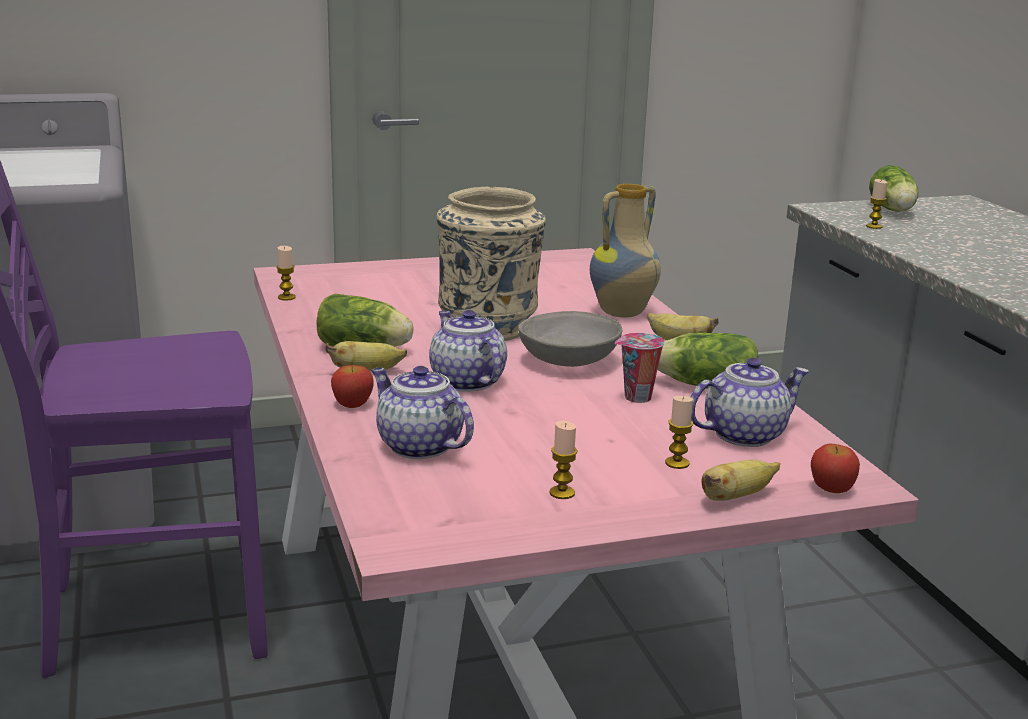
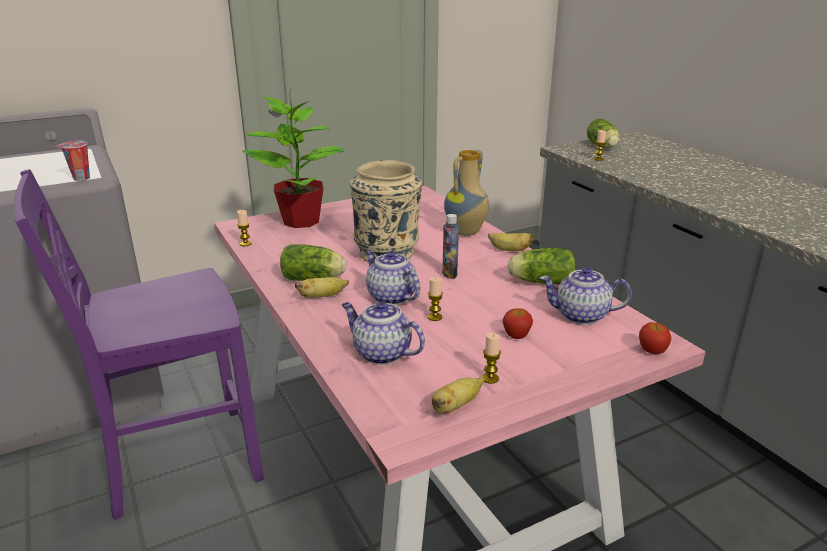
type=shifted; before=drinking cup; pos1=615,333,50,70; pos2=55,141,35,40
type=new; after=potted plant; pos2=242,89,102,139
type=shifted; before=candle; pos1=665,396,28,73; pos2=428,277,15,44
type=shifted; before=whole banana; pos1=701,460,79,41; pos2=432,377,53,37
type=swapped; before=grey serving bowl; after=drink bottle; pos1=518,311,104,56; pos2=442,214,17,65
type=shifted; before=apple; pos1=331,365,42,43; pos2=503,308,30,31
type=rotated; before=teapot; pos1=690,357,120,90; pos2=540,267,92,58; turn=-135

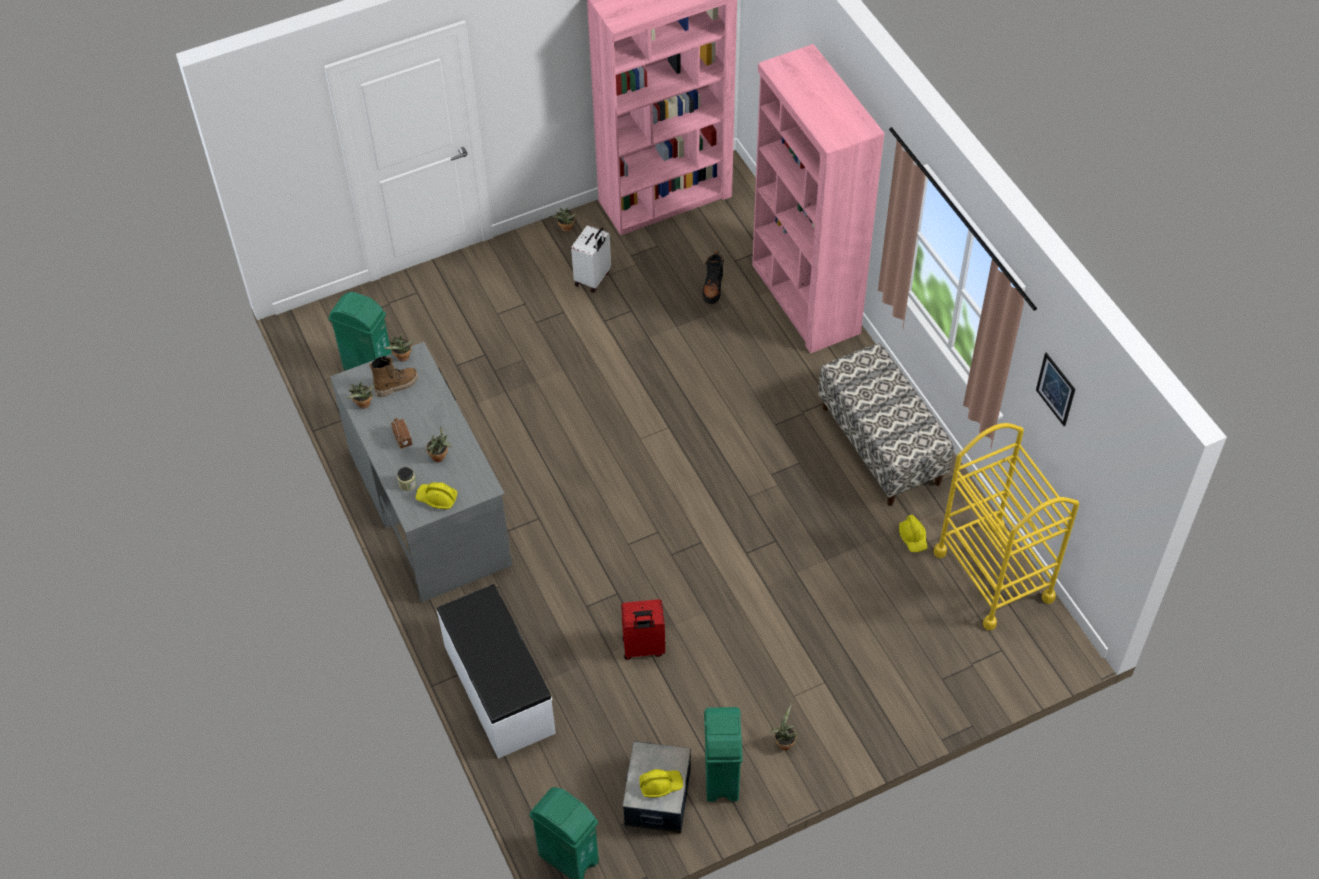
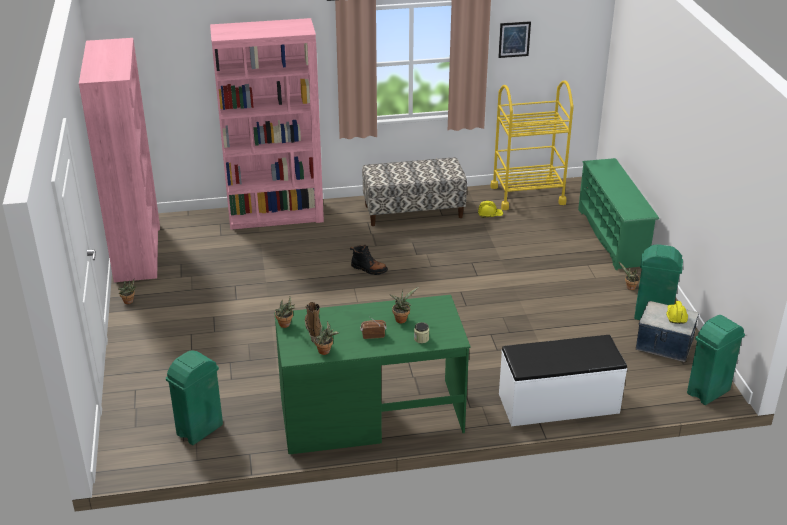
type=repainted; before=grey desk; after=green desk; pos1=330,342,182,261; pos2=274,295,197,159
type=shifted; before=blackish tall boot; pos1=702,251,22,53; pos2=350,245,38,30
type=new; after=green shoe rack; pos2=578,158,81,112
type=gone; before=yellow-coloured work helmet; pos1=415,482,43,28
type=gone; before=white travel case; pos1=571,225,40,68
type=gone; before=red travel case; pos1=621,599,44,61

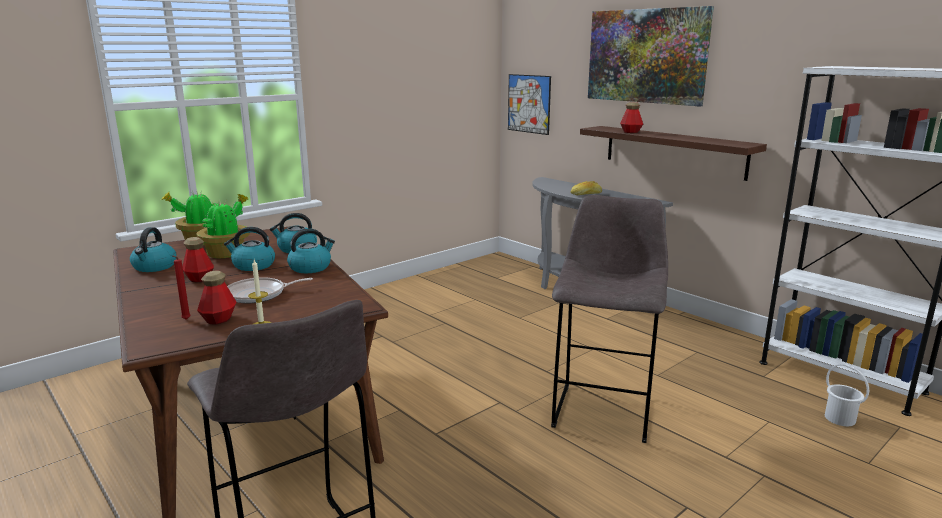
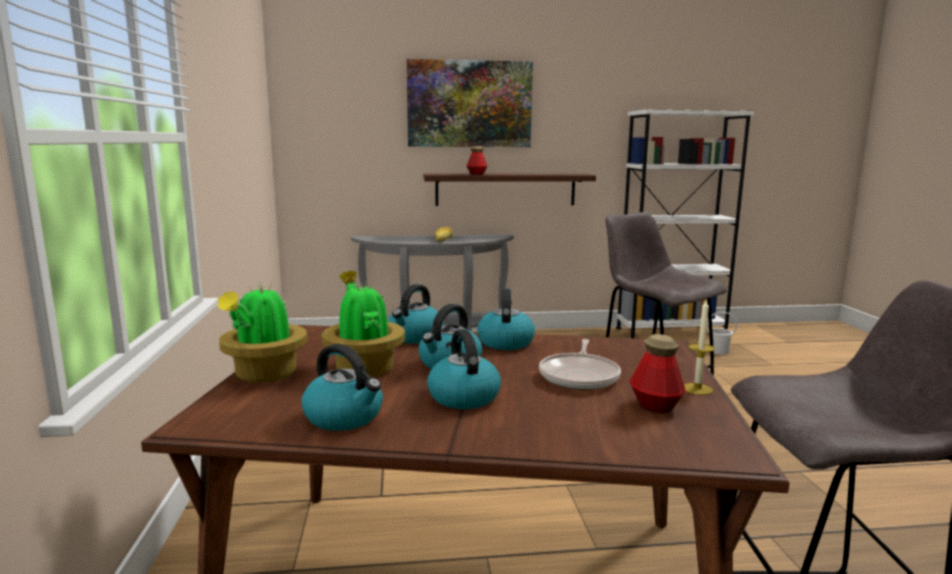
type=swapped; before=drink bottle; after=water kettle; pos1=182,237,32,45; pos2=427,329,74,80
type=gone; before=red candle; pos1=173,256,18,64
type=gone; before=wall picture; pos1=508,74,43,61

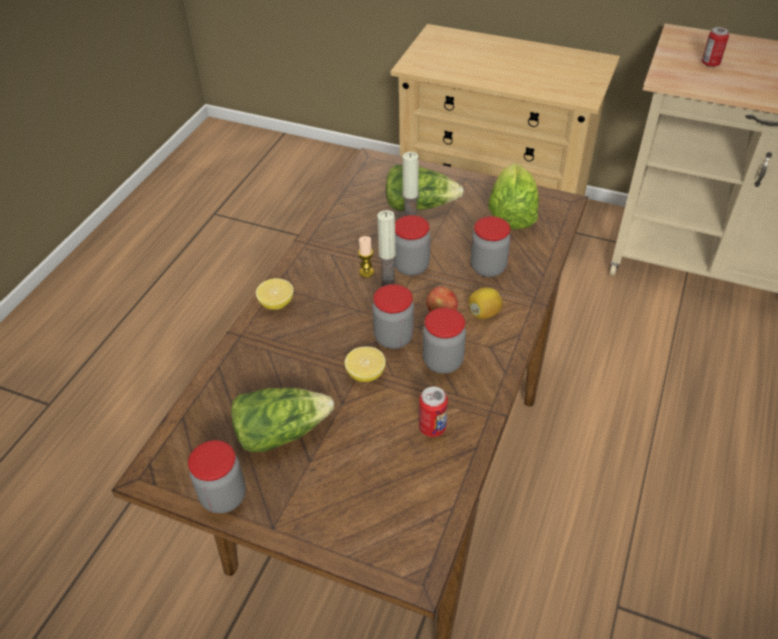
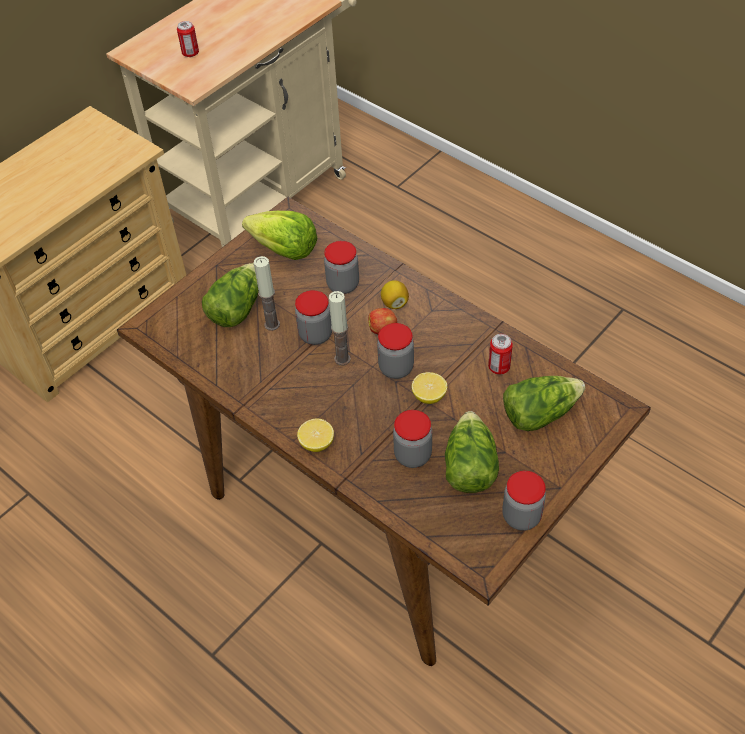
type=shifted; before=preserve jar; pos1=423,308,43,66; pos2=393,410,39,58
type=new; after=lettuce; pos2=503,376,82,55
type=gone; before=candle; pos1=358,236,16,42

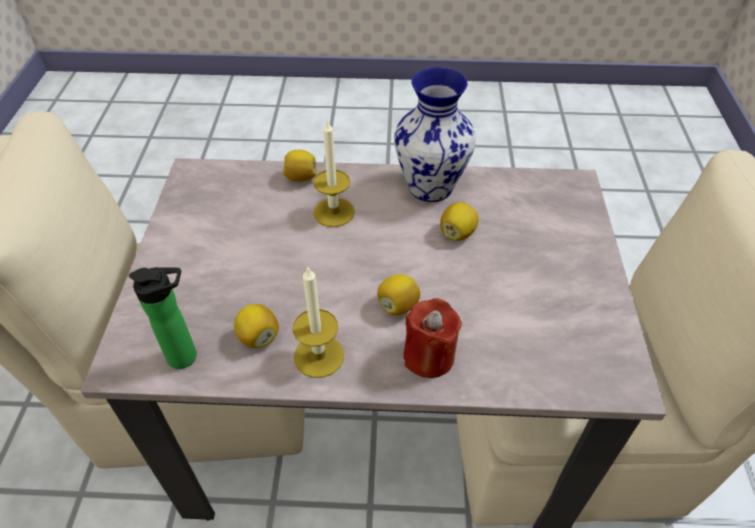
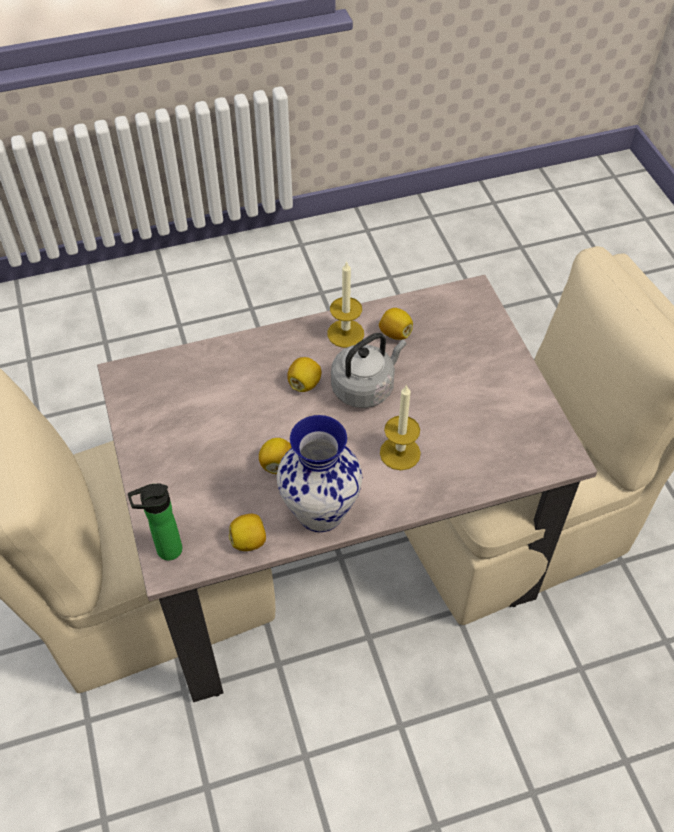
type=shifted; before=drink bottle; pos1=129,267,68,102; pos2=128,483,54,78
type=shifted; before=whole lemon; pos1=283,150,34,32; pos2=229,514,37,37
type=new; after=grey water kettle; pos2=331,333,75,75
type=gone; before=red candle; pos1=404,298,58,80

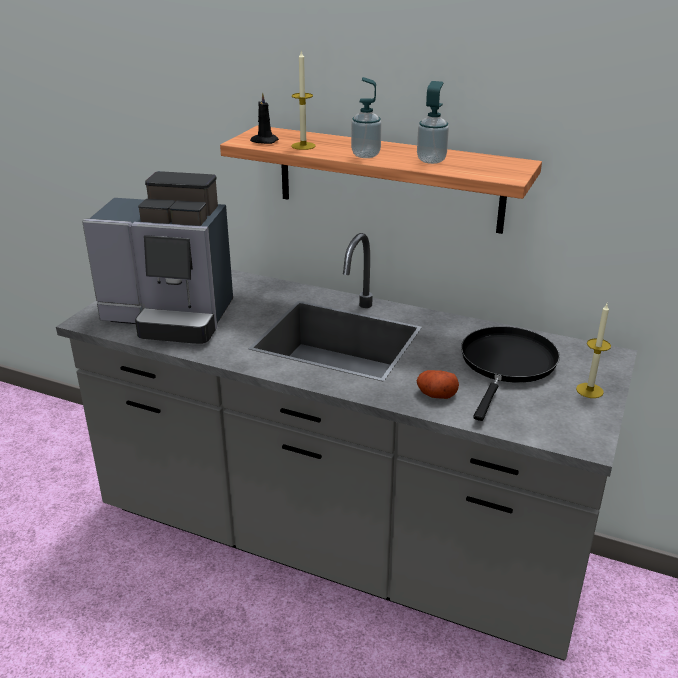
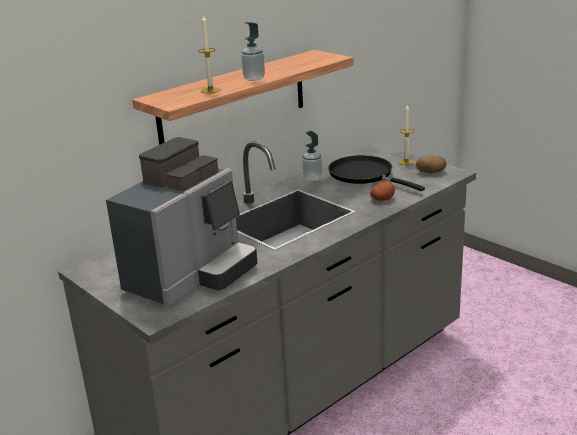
type=shifted; before=soap bottle; pos1=417,81,32,83; pos2=302,131,20,50
type=new; after=whole potato; pos2=416,155,31,18
type=gone; before=blackish candle; pos1=250,92,29,52

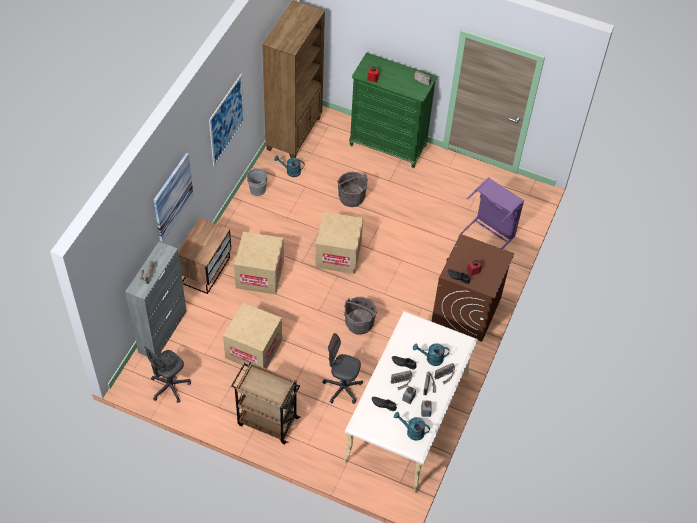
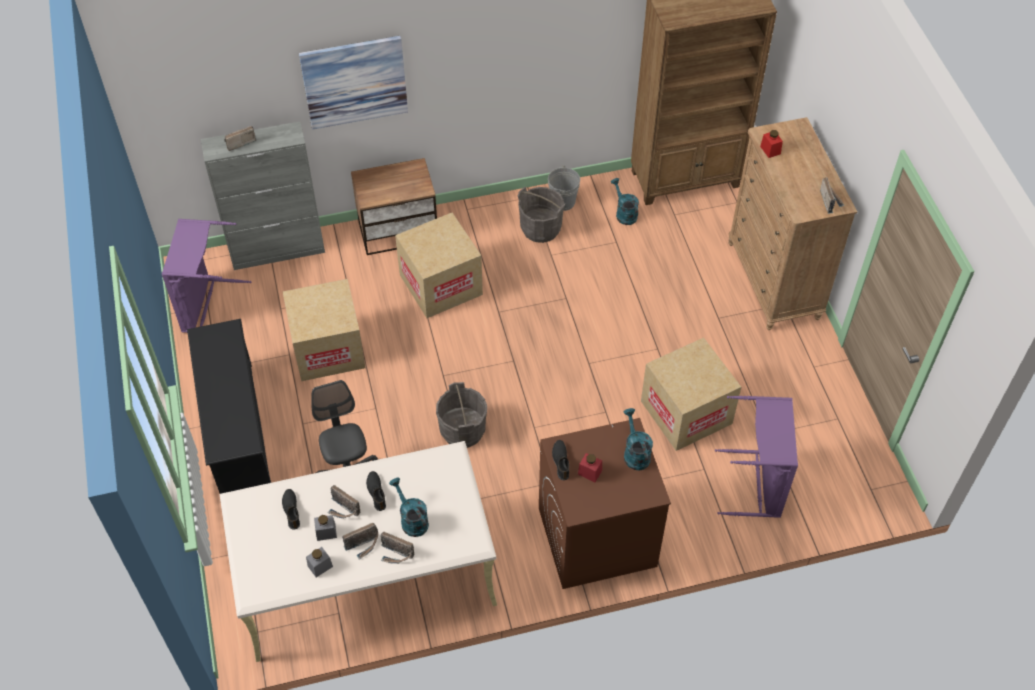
type=swapped; before=grey computer chair; after=purple-coloured laundry basket; pos1=144,347,47,56; pos2=162,219,90,114
type=swapped; before=brownish trolley; after=blackish shoe rack; pos1=231,362,70,82; pos2=187,319,84,175
type=shifted; before=grey pail; pos1=337,172,31,35; pos2=518,187,47,56
type=shifted; before=turquoise watering pot; pos1=394,412,36,29; pos2=624,408,29,62
type=shifted; before=carton; pos1=315,212,48,62; pos2=641,338,100,113
type=repainted; before=green chest of drawers; after=brownish chest of drawers; pos1=349,52,89,116; pos2=728,117,129,213
type=gone; before=wall picture; pos1=209,74,36,92

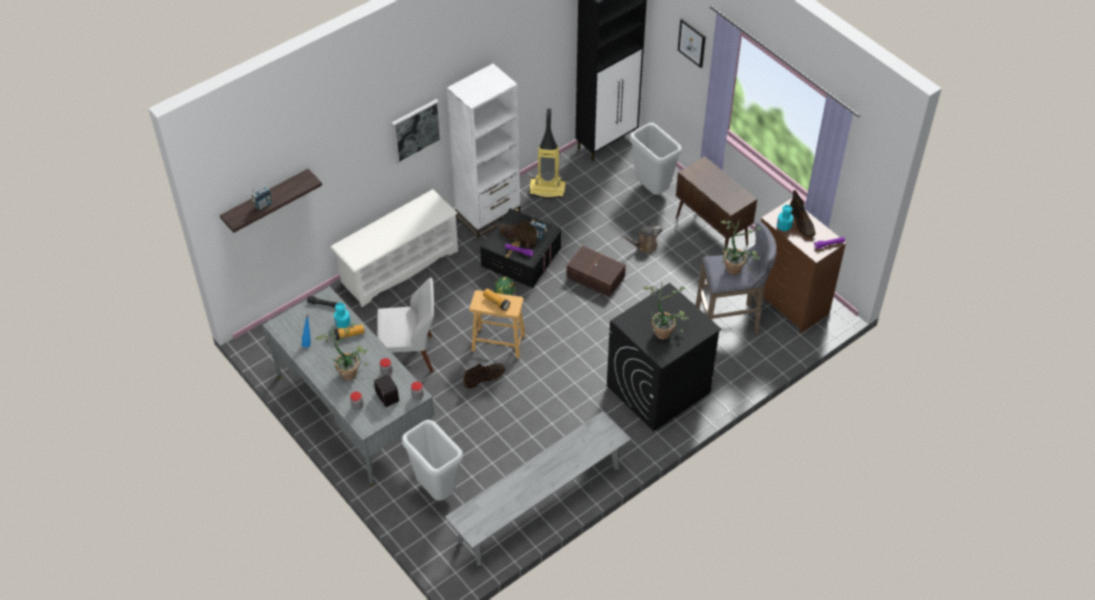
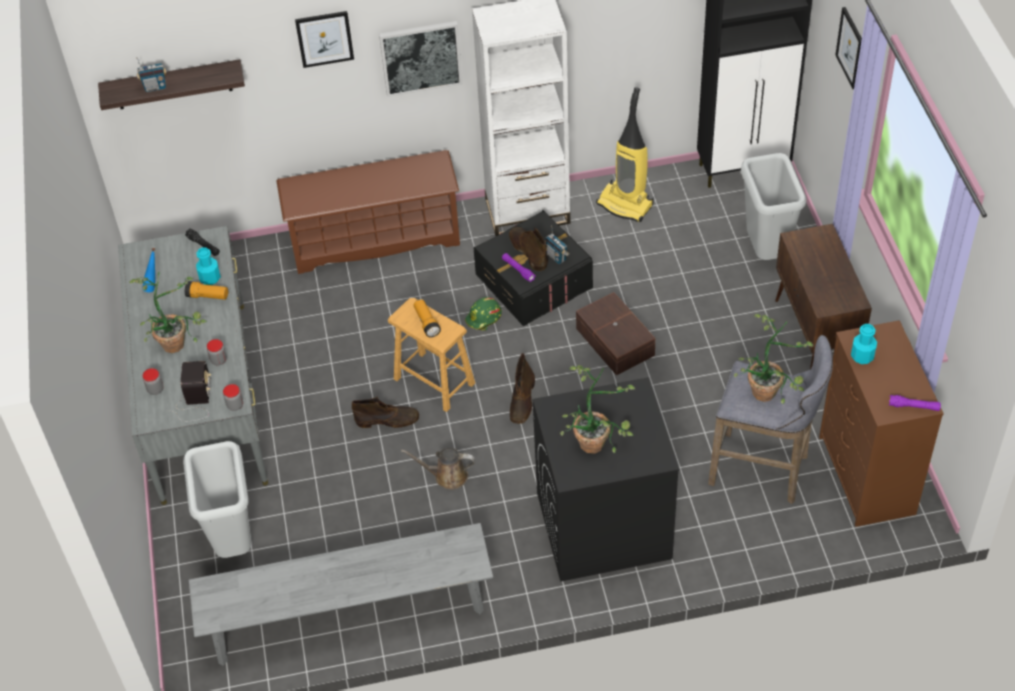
type=repainted; before=white shoe rack; after=brownish shoe rack; pos1=330,189,128,118; pos2=277,150,183,124
type=new; after=wall picture; pos2=295,11,59,57
type=shifted; before=brownish watering pot; pos1=621,226,41,27; pos2=401,448,74,42
type=shifted; before=brownish tall boot; pos1=790,190,26,48; pos2=510,353,25,71
type=gone; before=white upright chair; pos1=377,278,57,94

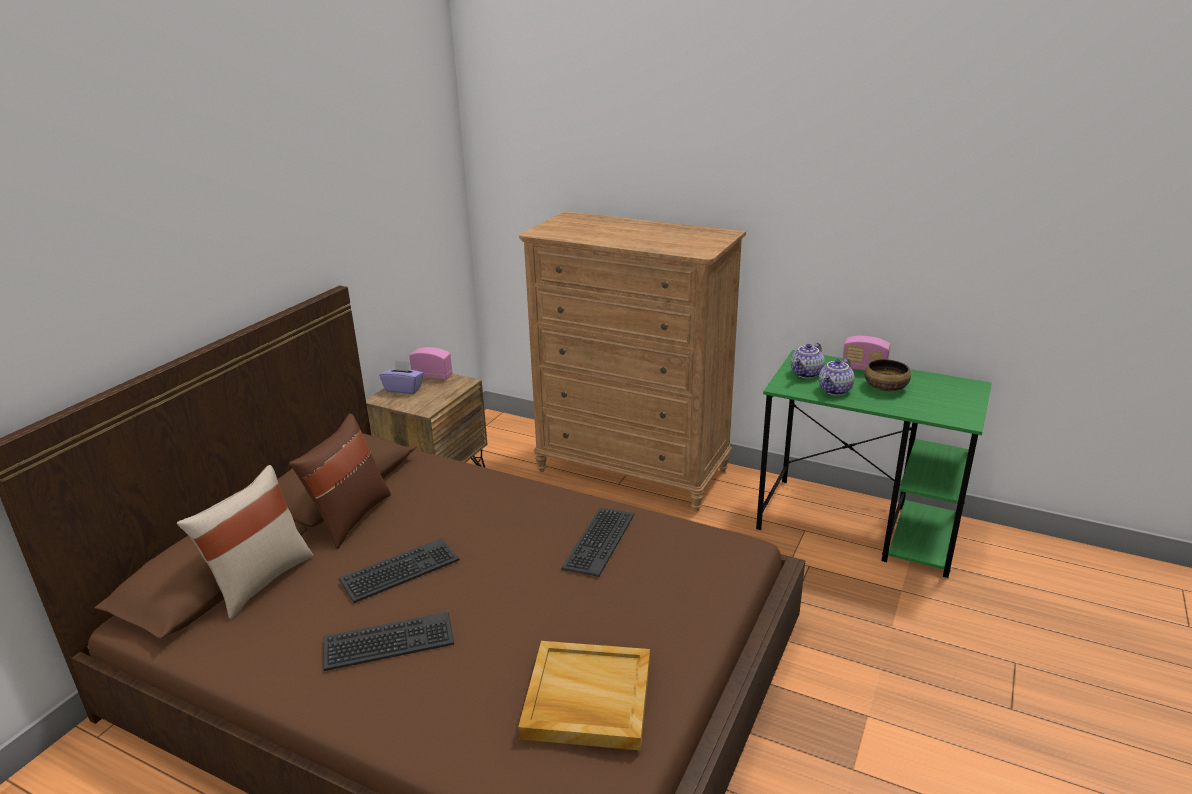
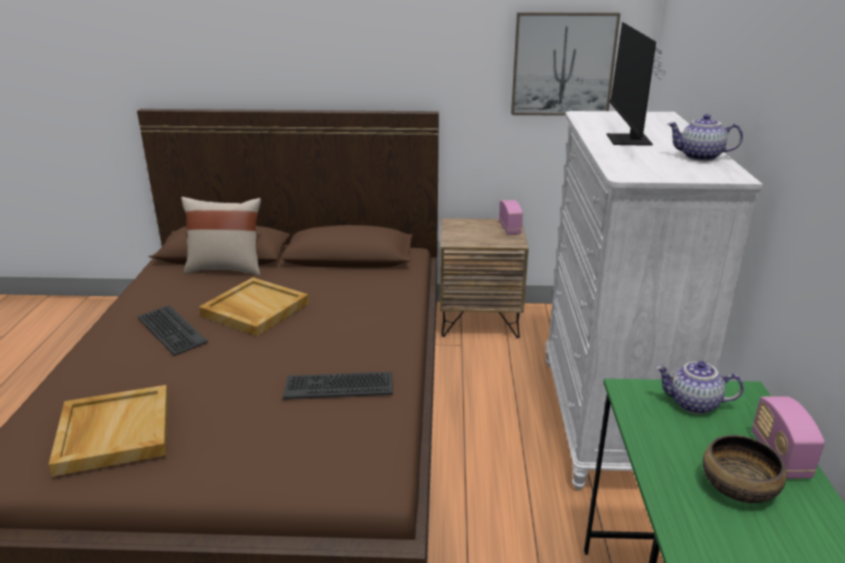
type=swapped; before=PC keyboard; after=sand-coloured serving tray; pos1=339,538,121,65; pos2=199,277,110,60
type=new; after=wall picture; pos2=511,12,110,104
type=repainted; before=brownish chest of drawers; after=white chest of drawers; pos1=519,211,227,301; pos2=545,111,218,379
type=new; after=computer screen; pos2=607,22,58,124
type=shifted; before=teapot; pos1=819,358,36,38; pos2=668,114,75,47
type=gone; before=brownish cushion; pos1=289,414,102,135
type=gone; before=purple-coloured tissue box; pos1=379,360,45,34

